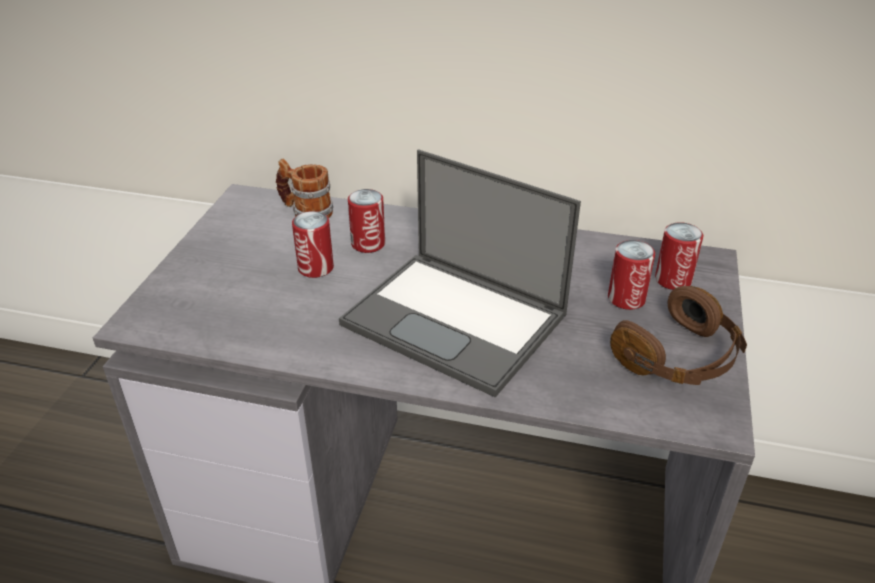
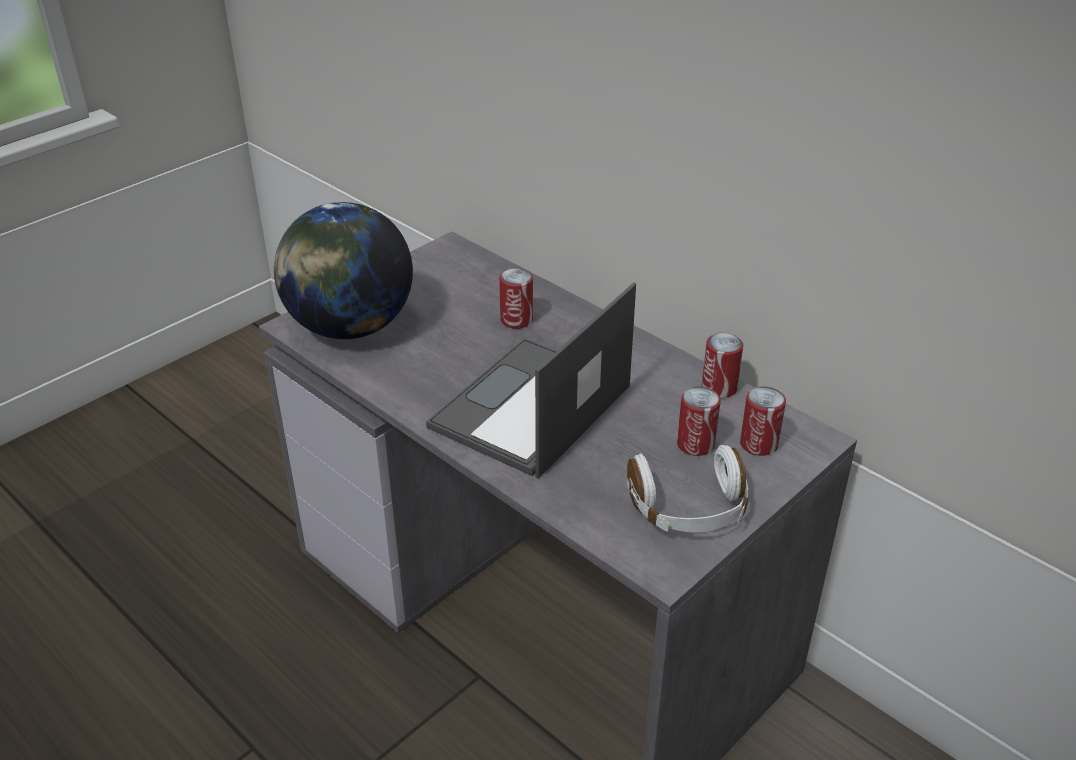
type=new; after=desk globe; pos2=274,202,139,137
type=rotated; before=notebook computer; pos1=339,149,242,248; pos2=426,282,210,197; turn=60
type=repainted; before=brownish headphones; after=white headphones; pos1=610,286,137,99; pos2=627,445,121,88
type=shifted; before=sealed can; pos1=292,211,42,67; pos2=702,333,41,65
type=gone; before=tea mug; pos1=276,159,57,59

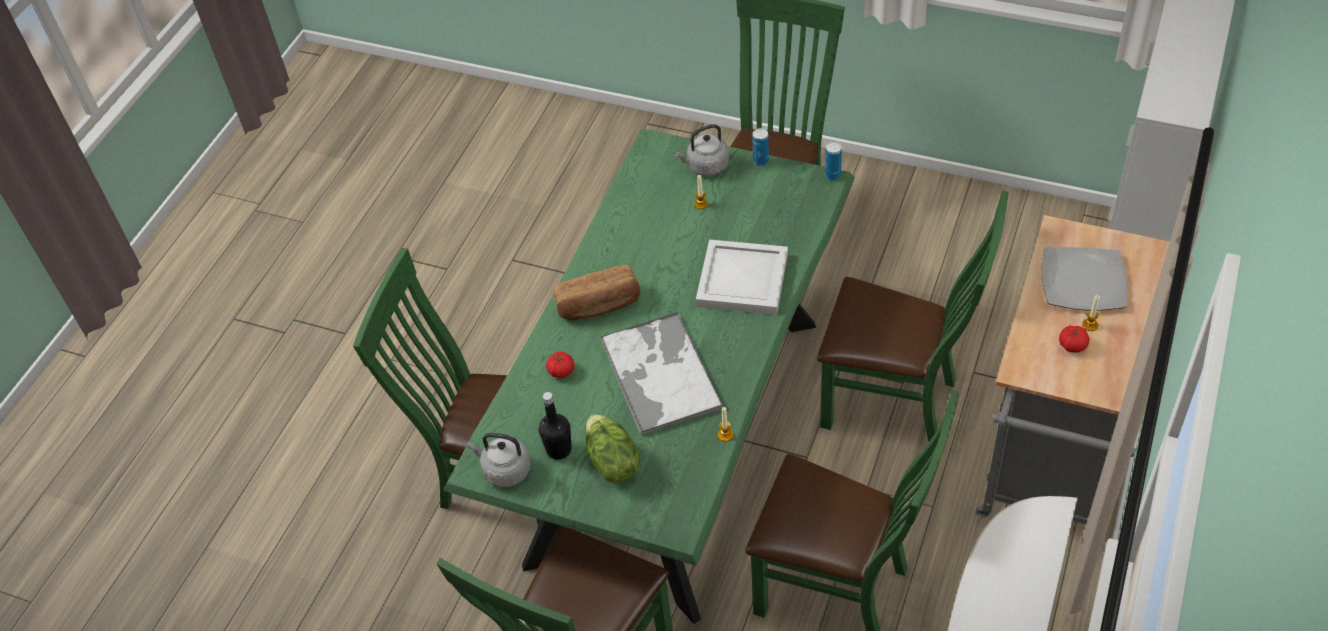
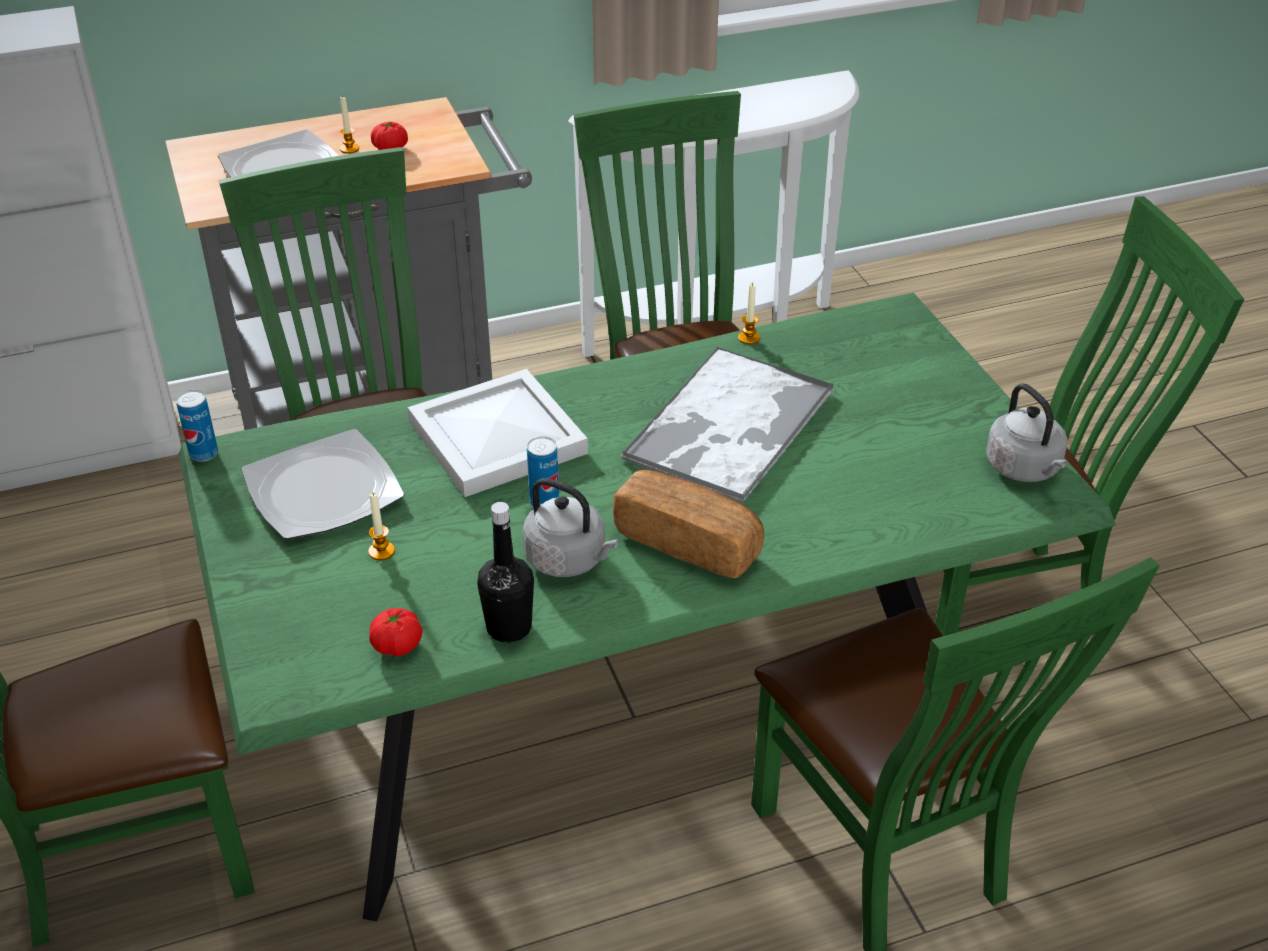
type=new; after=dinner plate; pos2=241,429,163,111
type=shifted; before=tomato; pos1=546,352,29,26; pos2=370,608,53,48
type=shifted; before=blackish drink bottle; pos1=539,392,33,68; pos2=477,502,57,141
type=shifted; before=grey water kettle; pos1=675,124,54,52; pos2=522,478,96,99
type=shifted; before=sealed can; pos1=752,128,17,38; pos2=527,436,32,70
type=gone; before=lettuce; pos1=585,414,55,70

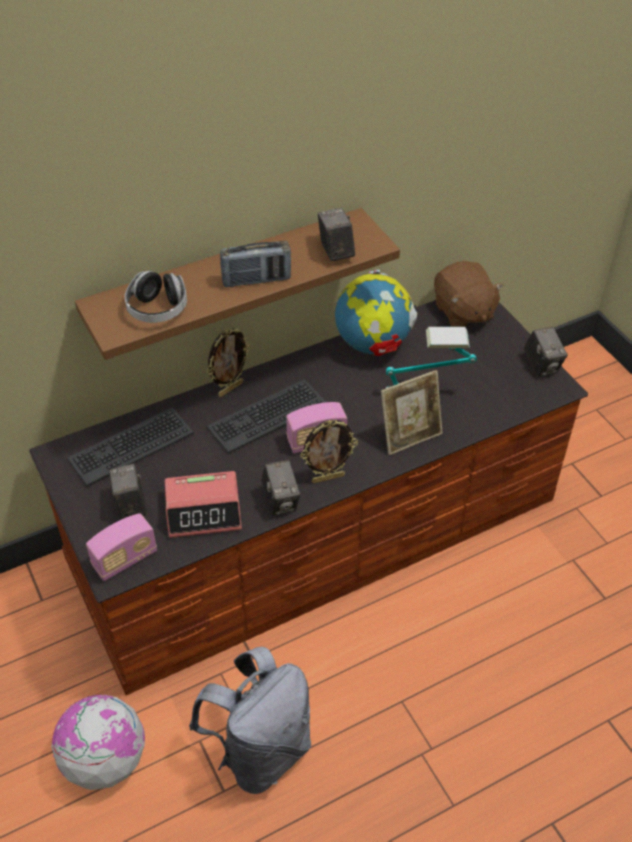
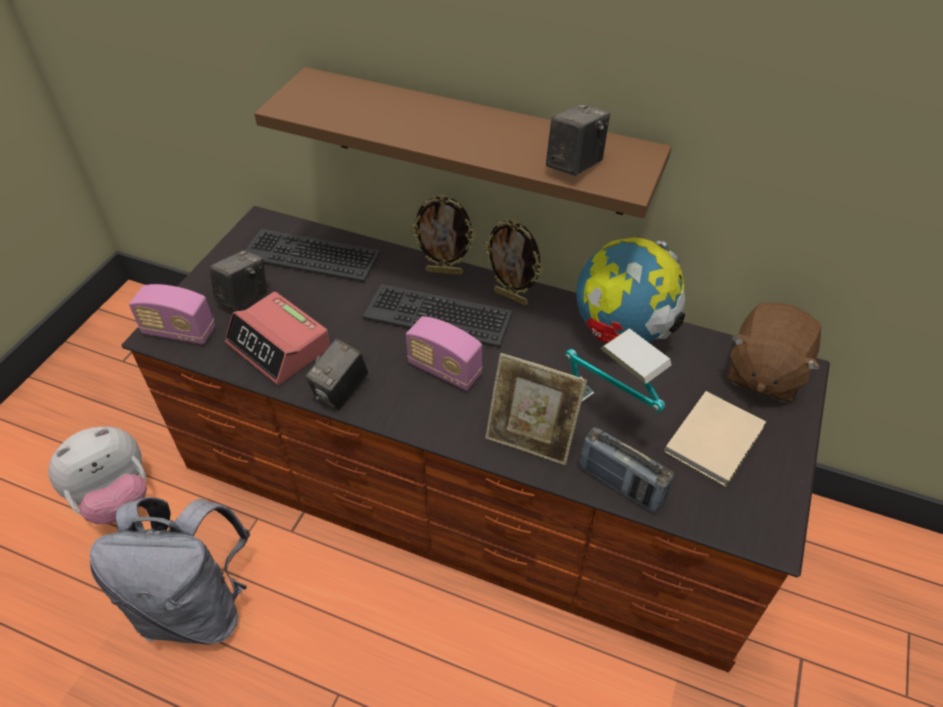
type=swapped; before=desk globe; after=soft toy; pos1=51,695,94,95; pos2=48,426,99,98
type=shifted; before=photo frame; pos1=300,420,58,63; pos2=483,219,60,86
type=shifted; before=radio receiver; pos1=220,241,71,46; pos2=579,427,95,86
type=new; after=sand-coloured book; pos2=664,391,102,96
type=gone; before=headphones; pos1=125,271,62,52
type=gone; before=still camera; pos1=523,327,45,50

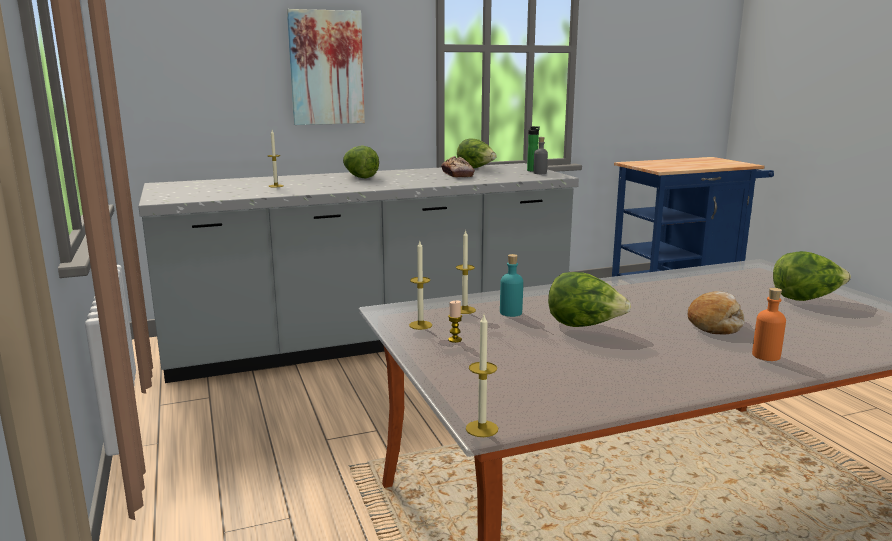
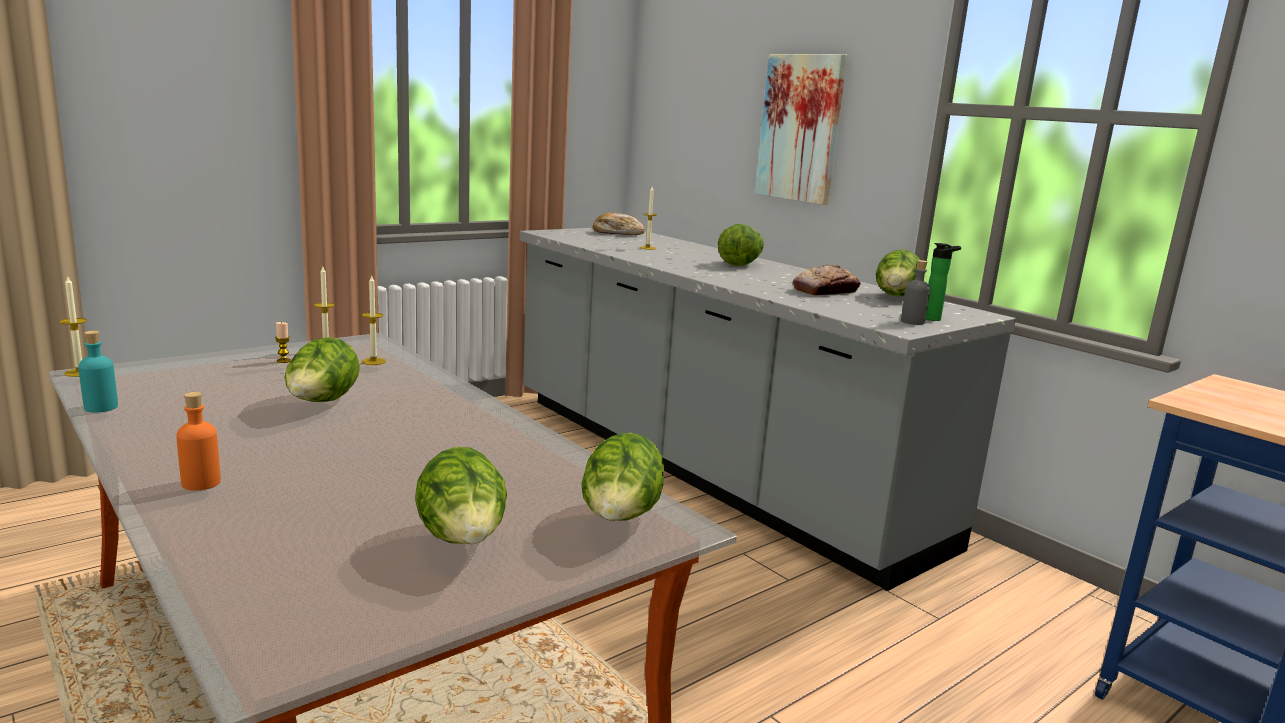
type=shifted; before=turquoise drink bottle; pos1=500,254,23,63; pos2=78,331,40,82
type=new; after=lettuce; pos2=581,433,83,88
type=shifted; before=bakery bread; pos1=688,291,57,44; pos2=593,213,52,22

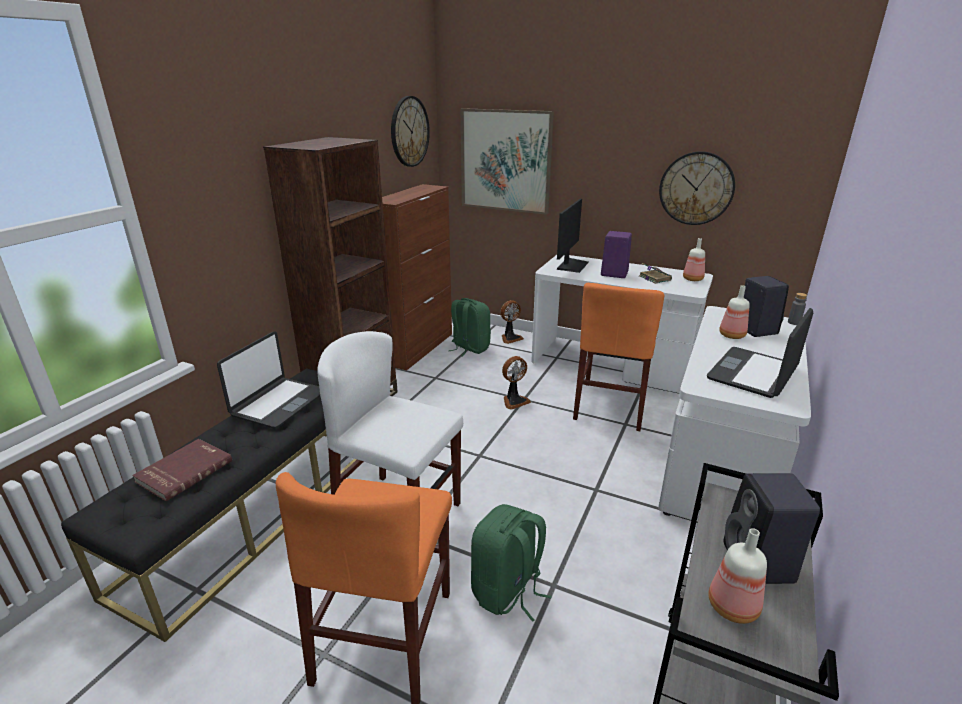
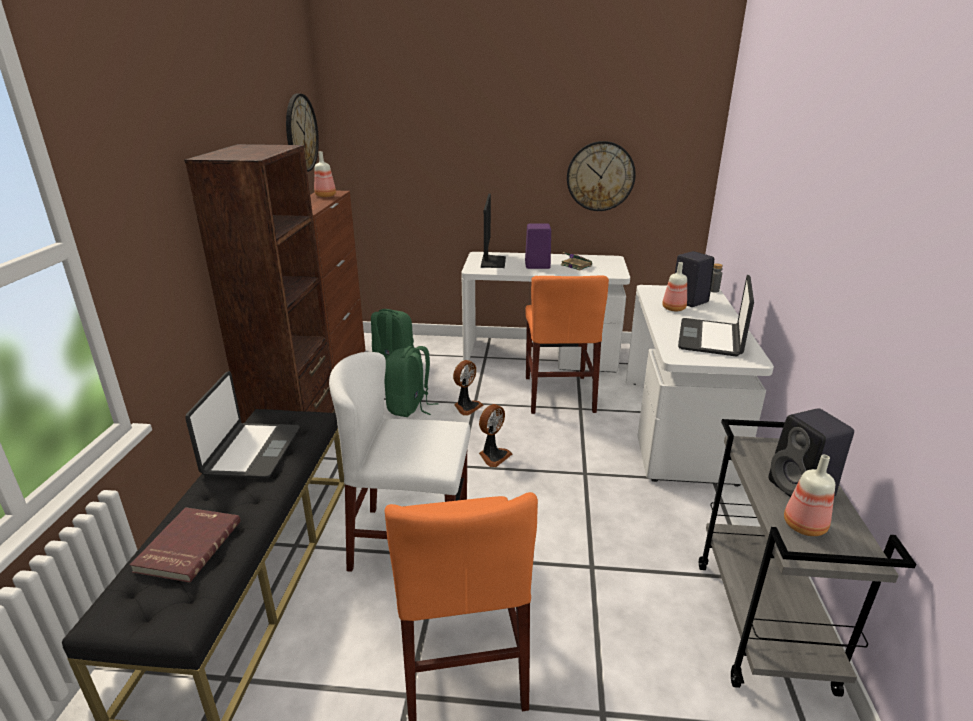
type=shifted; before=drink bottle; pos1=683,238,22,43; pos2=314,151,22,46
type=shifted; before=green backpack; pos1=471,504,81,118; pos2=385,346,53,71
type=shifted; before=electric fan; pos1=500,300,24,44; pos2=479,404,33,63
type=gone; before=wall picture; pos1=460,108,94,107

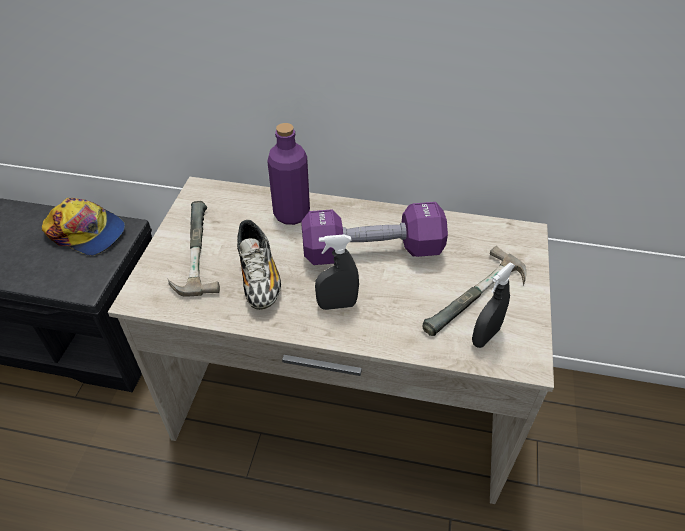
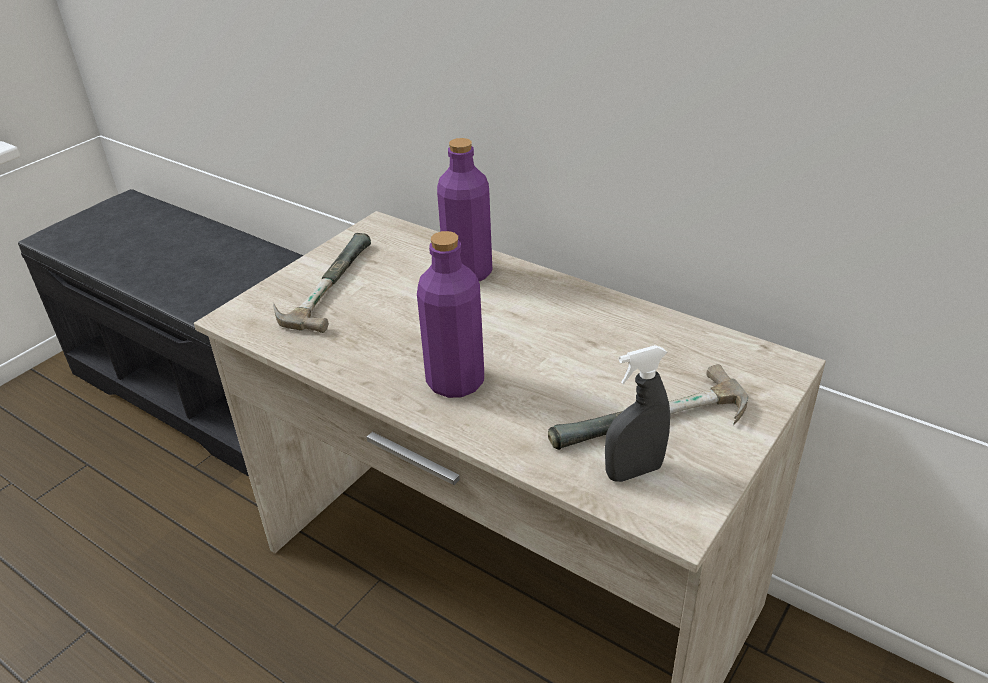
type=swapped; before=grey hand sprayer; after=purple-coloured drink bottle; pos1=315,234,44,76; pos2=417,231,67,167
type=gone; before=baseball cap; pos1=42,198,83,58
type=gone; before=low shoe; pos1=237,220,44,90
type=gone; before=purple-coloured dumbbell; pos1=301,202,147,63

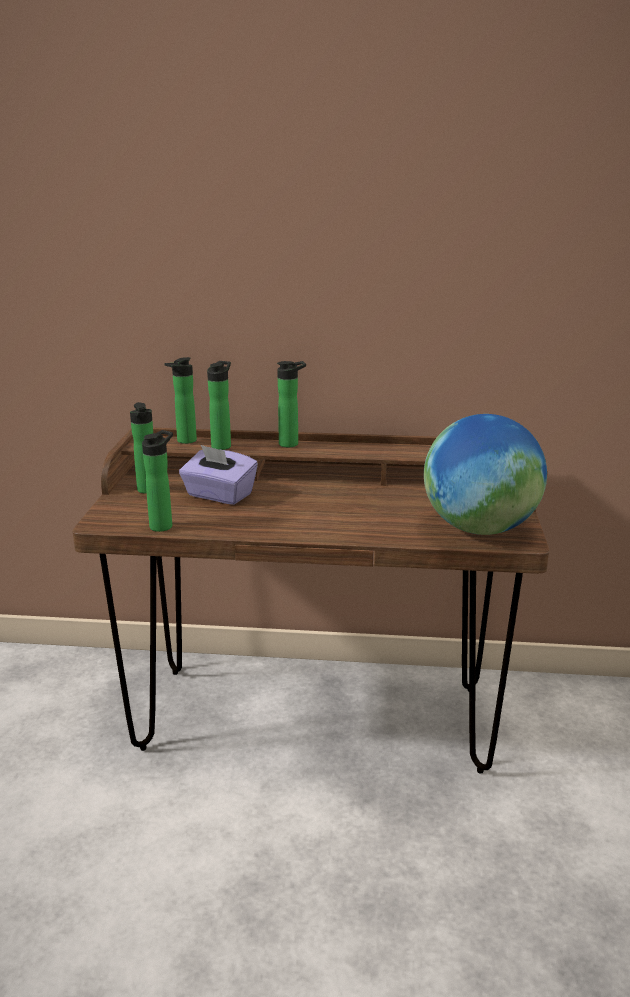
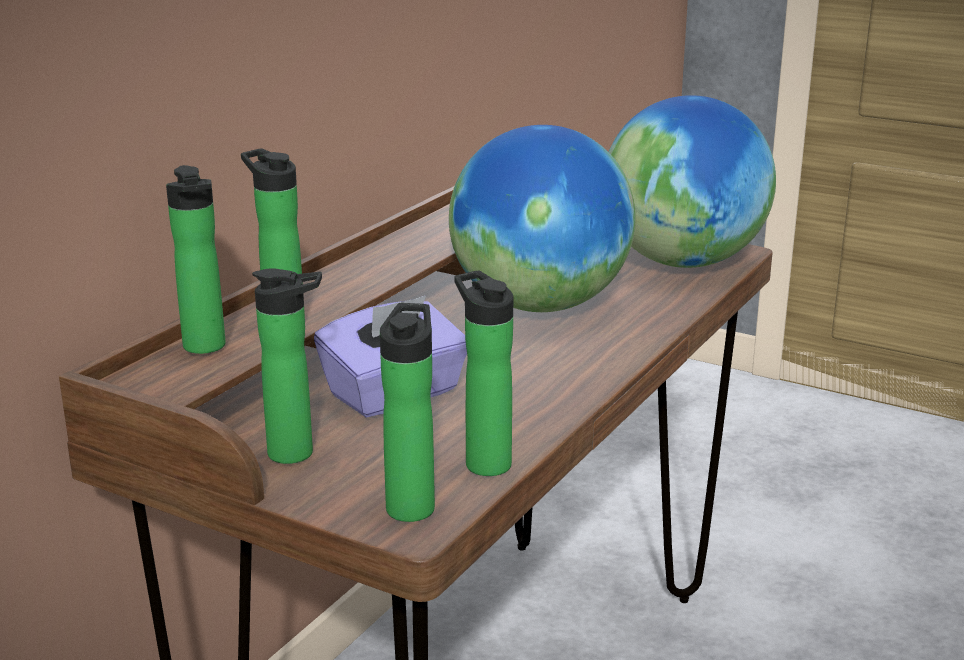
type=shifted; before=drink bottle; pos1=277,361,29,86; pos2=380,303,55,219
type=new; after=desk globe; pos2=449,125,187,187

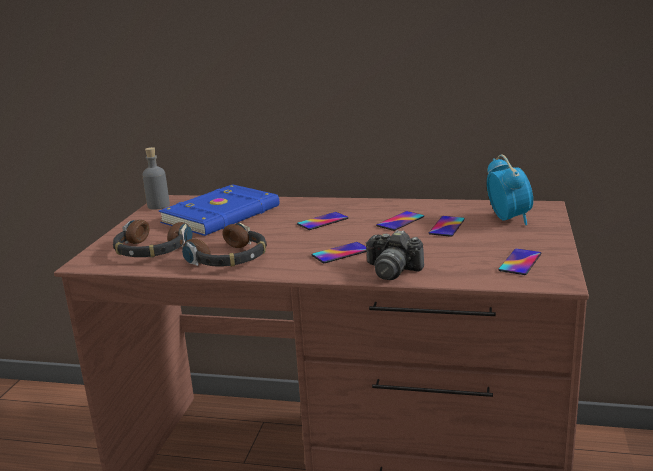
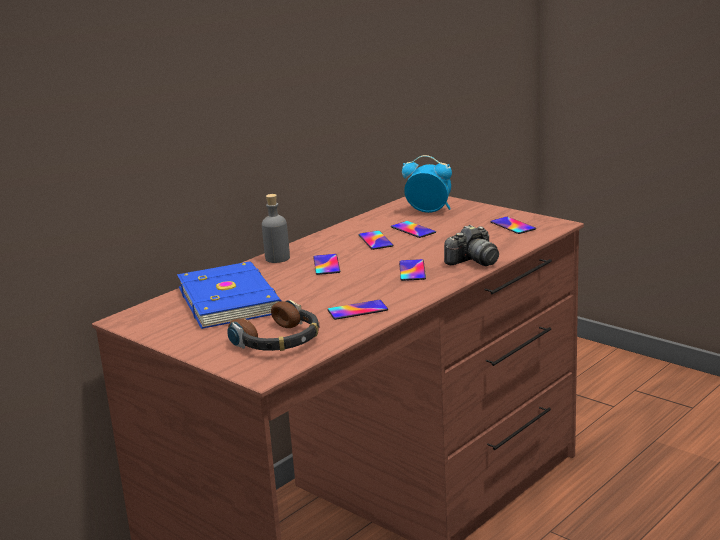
type=shifted; before=grey drink bottle; pos1=142,147,28,63; pos2=262,194,28,69
type=swapped; before=headphones; after=telephone; pos1=182,223,85,44; pos2=327,300,61,20

